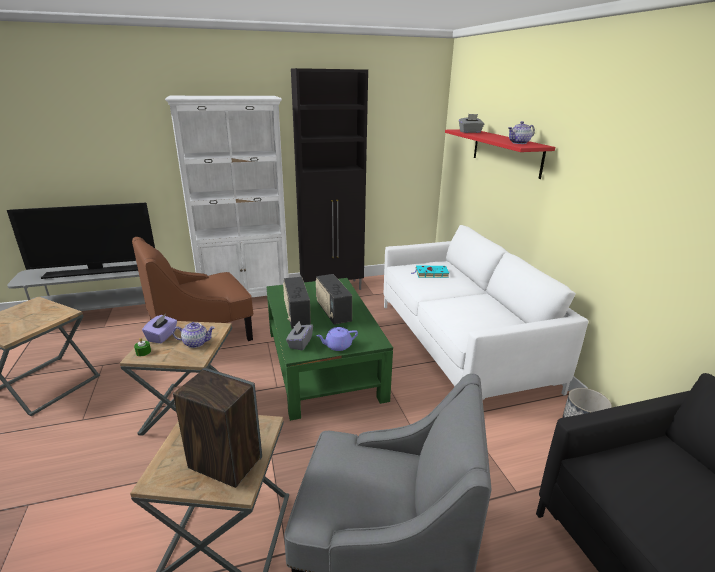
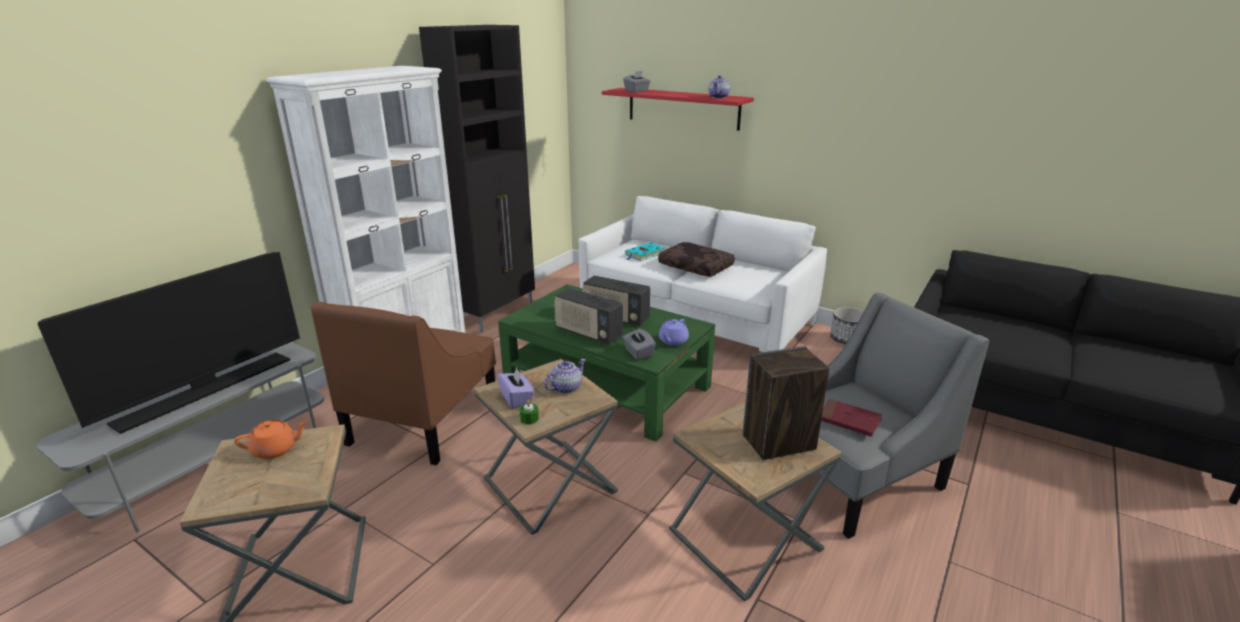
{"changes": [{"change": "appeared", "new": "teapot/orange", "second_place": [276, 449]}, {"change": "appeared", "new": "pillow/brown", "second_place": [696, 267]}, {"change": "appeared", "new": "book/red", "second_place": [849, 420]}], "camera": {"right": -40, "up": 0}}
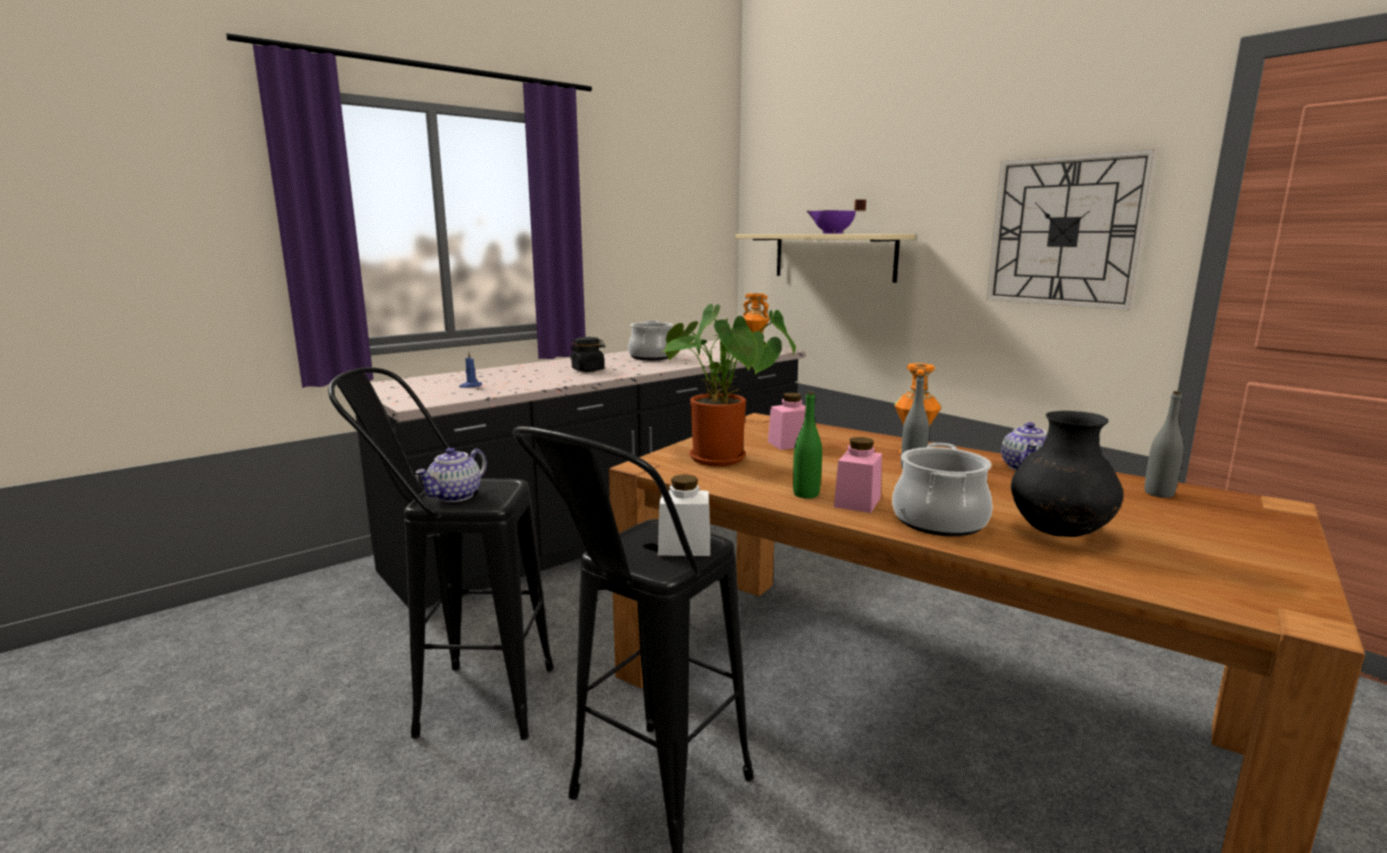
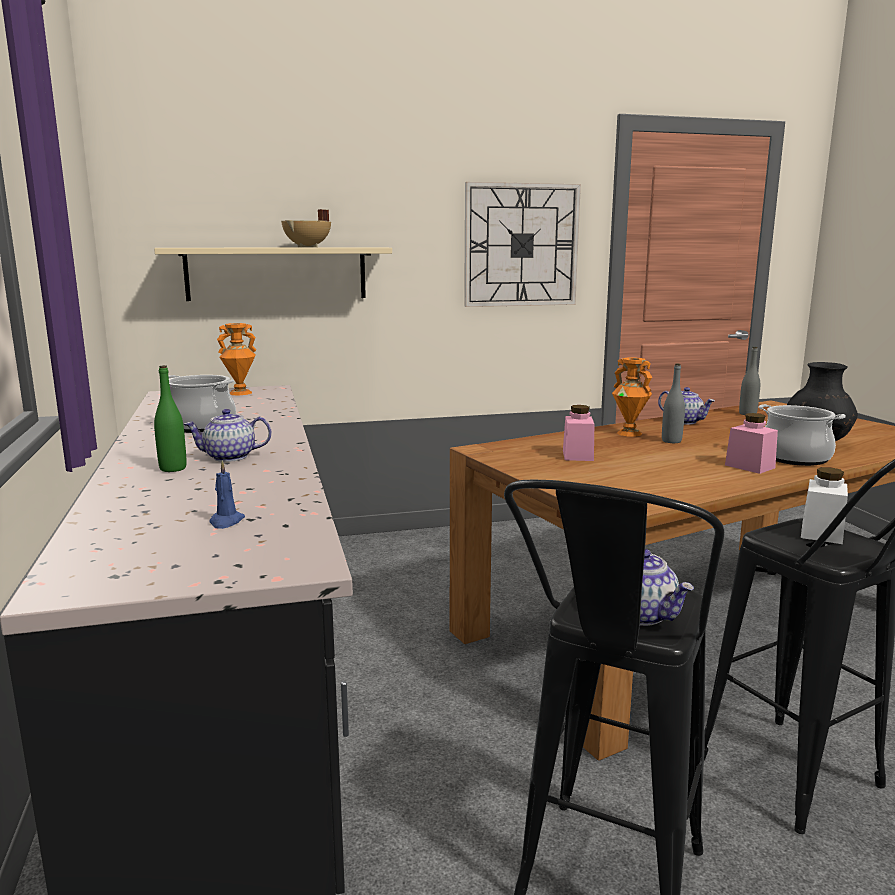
{"changes": [{"change": "missing", "old": "potted plant", "first_place": [724, 460]}, {"change": "relocated", "old": "bottle/green", "first_place": [806, 494], "second_place": [173, 468]}, {"change": "exchanged", "old": "jar/black", "new": "teapot", "first_place": [588, 370], "second_place": [229, 457]}, {"change": "colour", "old": "cooking pot/purple", "new": "cooking pot/beige", "first_place": [833, 233], "second_place": [308, 247]}], "camera": {"right": -65, "up": 0}}
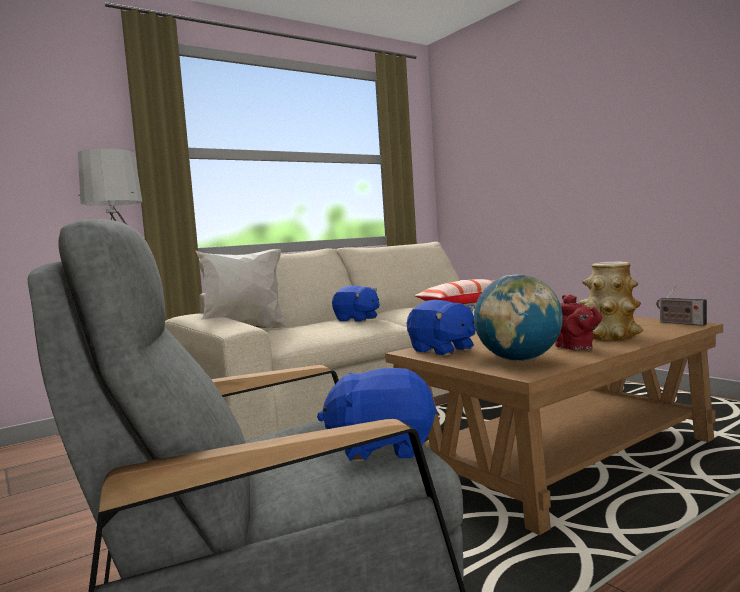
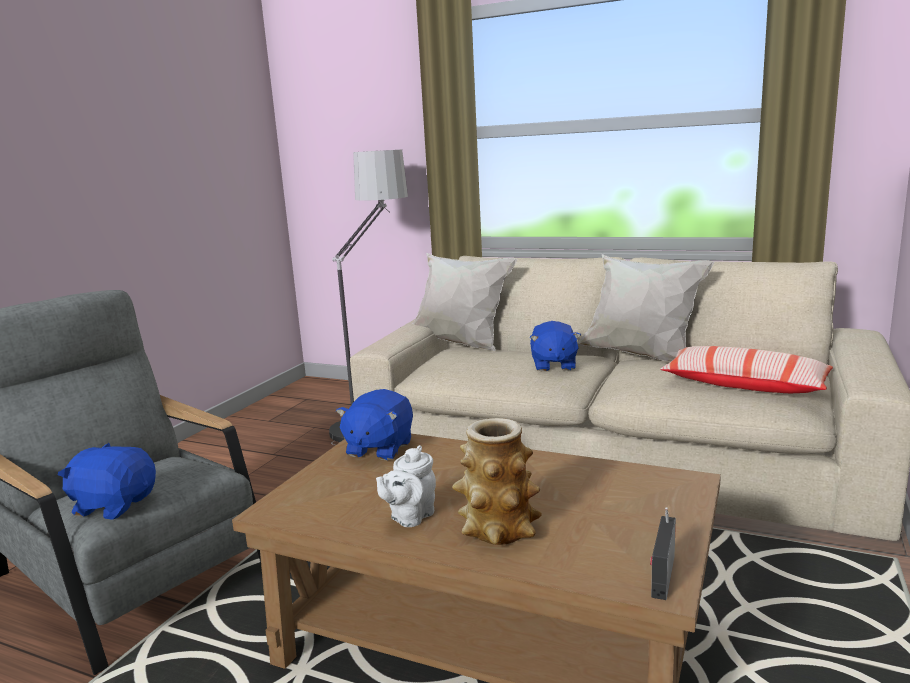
{"changes": [{"change": "missing", "old": "globe", "first_place": [519, 360]}, {"change": "appeared", "new": "pillow/white", "second_place": [641, 356]}, {"change": "colour", "old": "teapot/red", "new": "teapot/white", "first_place": [576, 348], "second_place": [410, 517]}, {"change": "spun", "old": "plush toy/blue", "first_place": [382, 447], "second_place": [114, 505], "degrees": -45}], "camera": {"right": 60, "up": 10}}
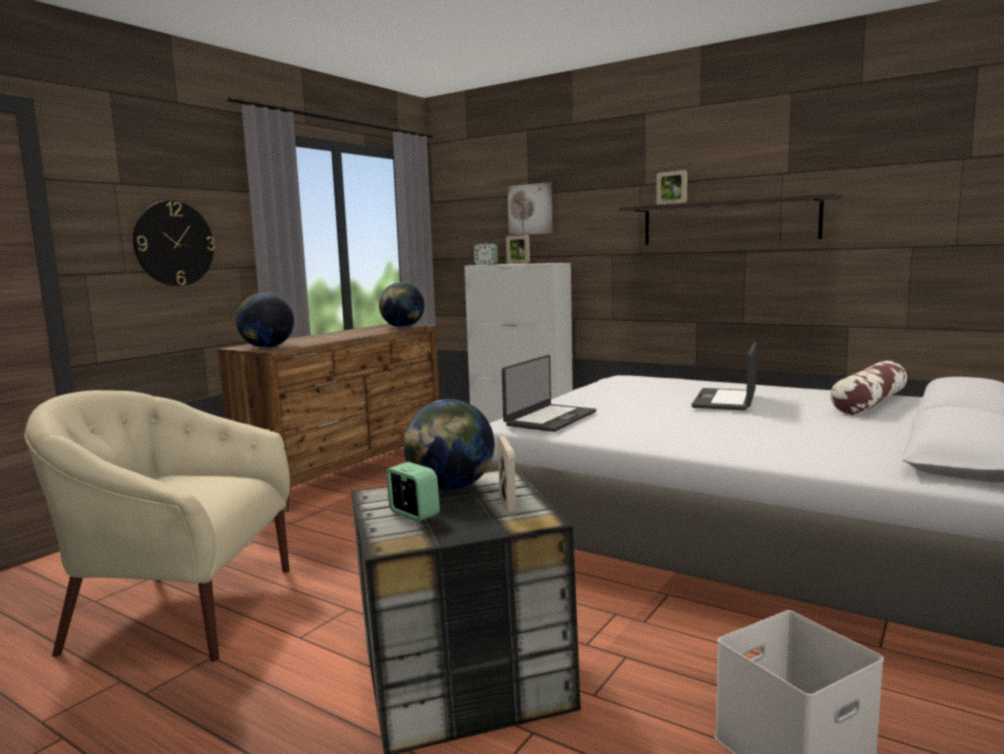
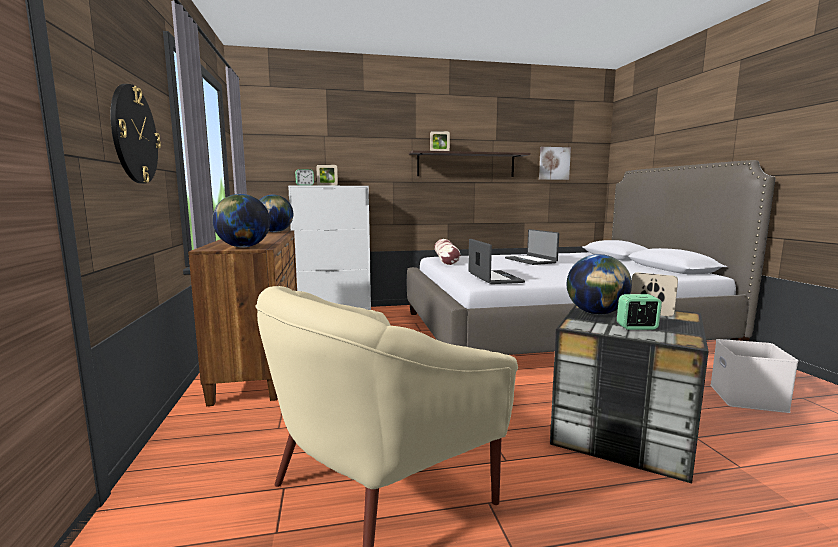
{"changes": [{"change": "relocated", "old": "picture", "first_place": [530, 209], "second_place": [554, 163]}, {"change": "relocated", "old": "pillow", "first_place": [869, 403], "second_place": [446, 260]}], "camera": {"right": -45, "up": 0}}
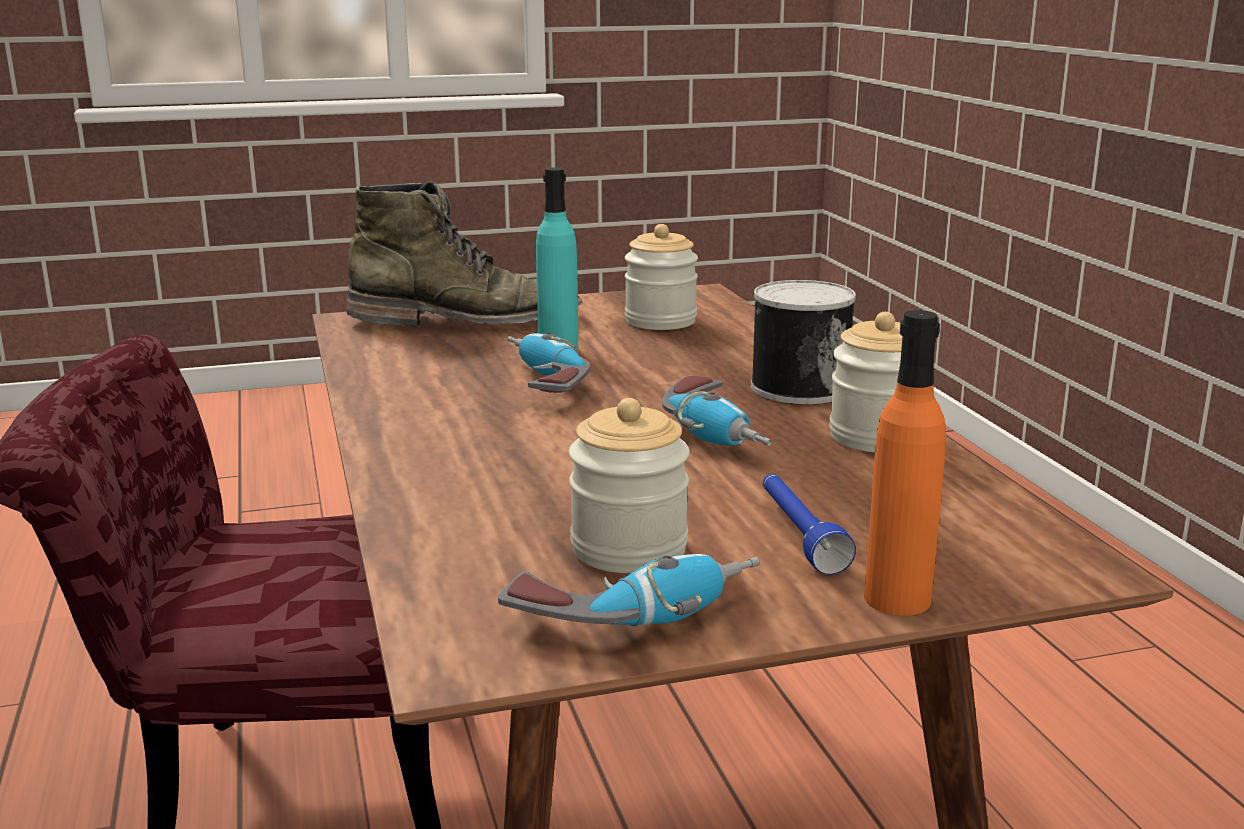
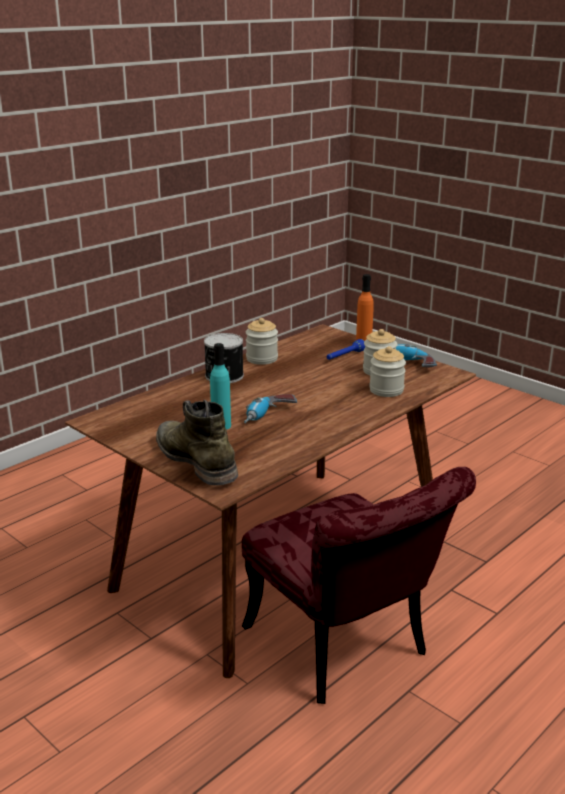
{"changes": [{"change": "missing", "old": "power drill", "first_place": [719, 434]}, {"change": "relocated", "old": "jar", "first_place": [660, 321], "second_place": [386, 390]}], "camera": {"right": -120, "up": 5}}
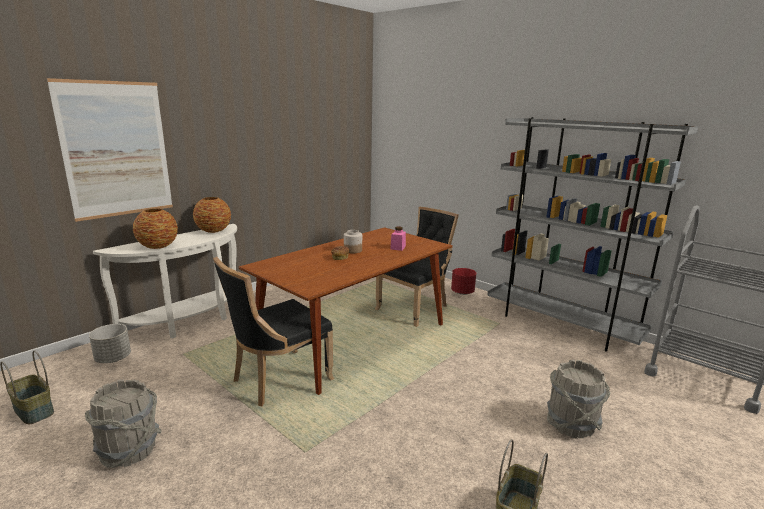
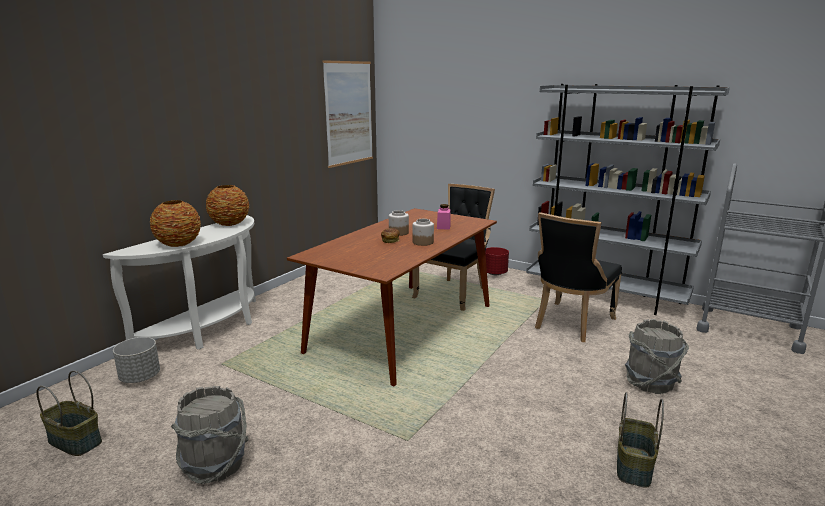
{"changes": [{"change": "appeared", "new": "jar", "second_place": [422, 242]}, {"change": "relocated", "old": "picture", "first_place": [116, 150], "second_place": [349, 113]}, {"change": "relocated", "old": "chair/black", "first_place": [278, 380], "second_place": [571, 324]}], "camera": {"right": -10, "up": 0}}
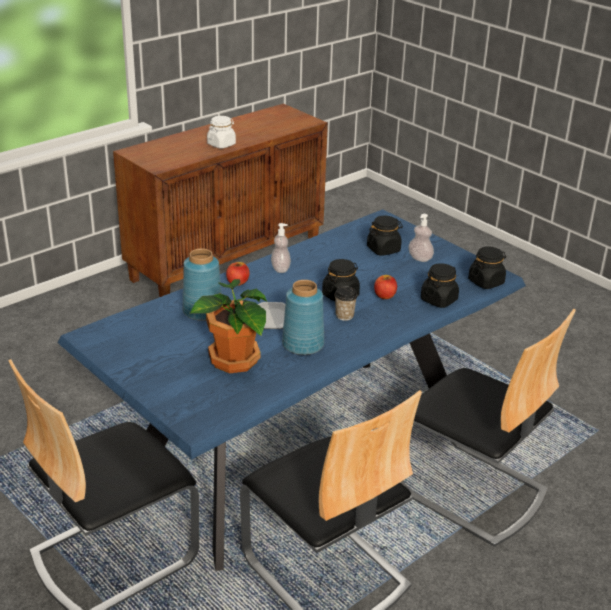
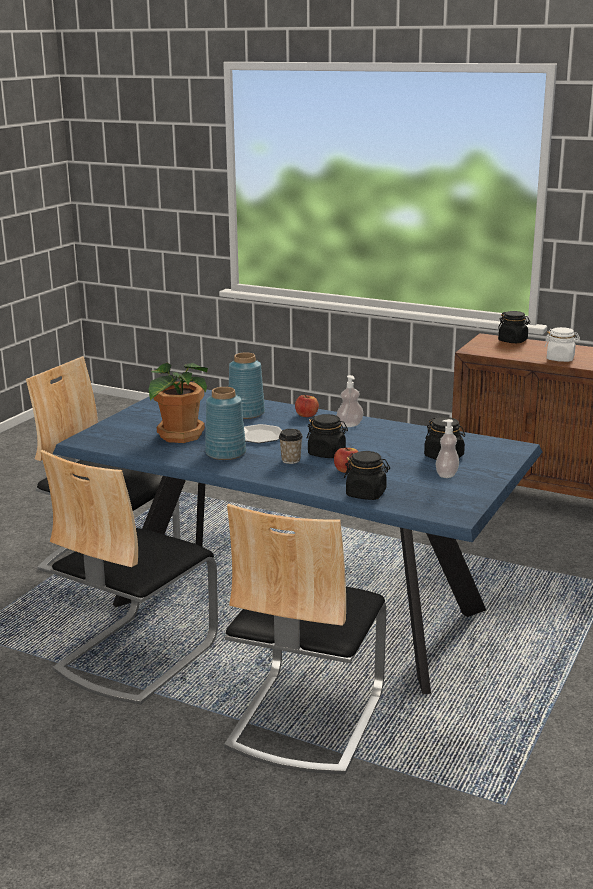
{"changes": [{"change": "relocated", "old": "jar/black", "first_place": [486, 282], "second_place": [513, 341]}], "camera": {"right": 70, "up": -10}}
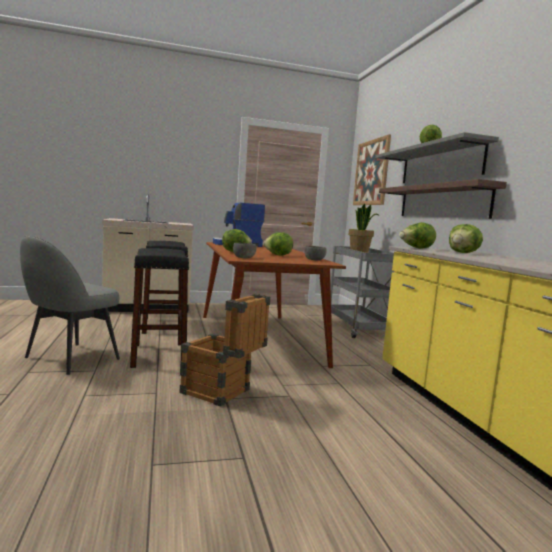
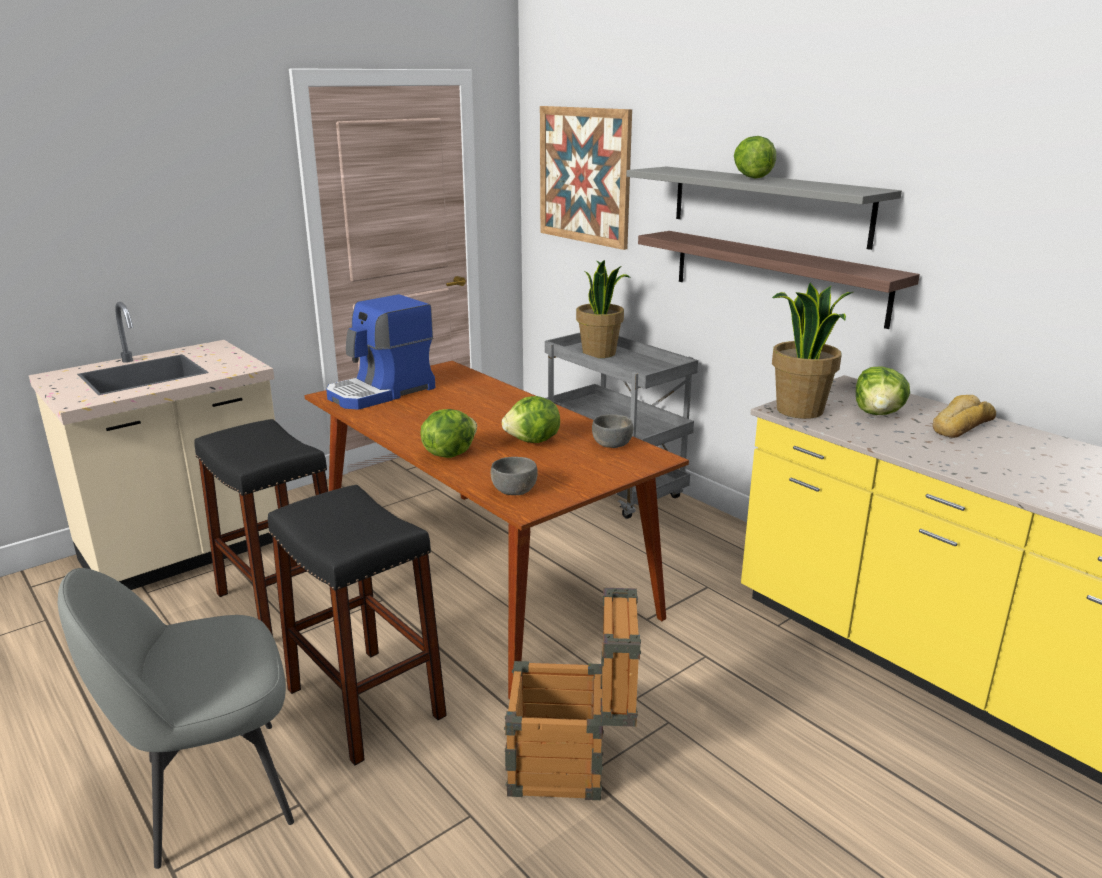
{"changes": [{"change": "appeared", "new": "bread", "second_place": [959, 425]}, {"change": "exchanged", "old": "lettuce", "new": "potted plant", "first_place": [416, 248], "second_place": [800, 411]}, {"change": "spun", "old": "chair/grey", "first_place": [70, 359], "second_place": [212, 791], "degrees": 60}], "camera": {"right": -25, "up": 15}}
